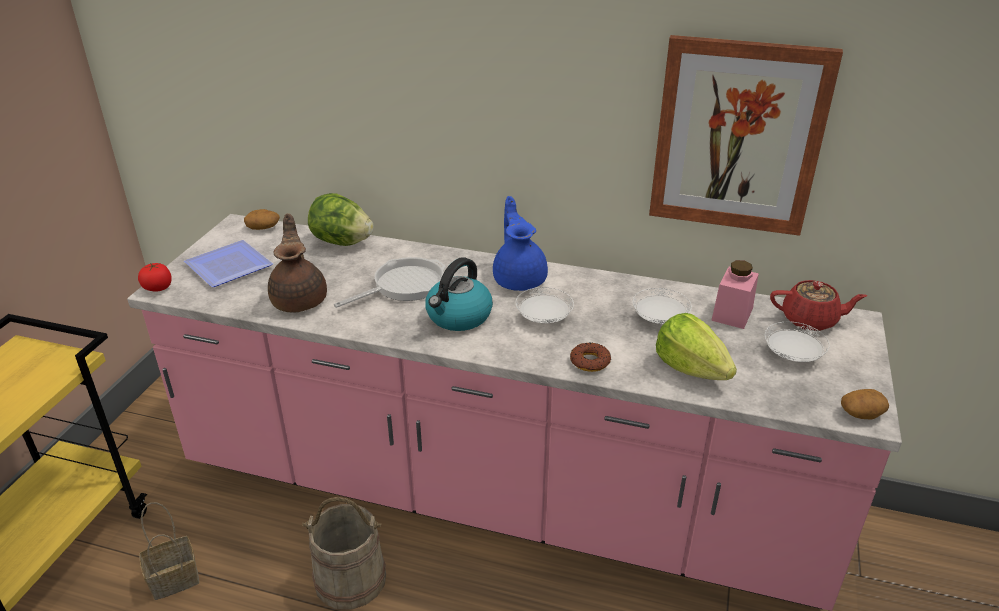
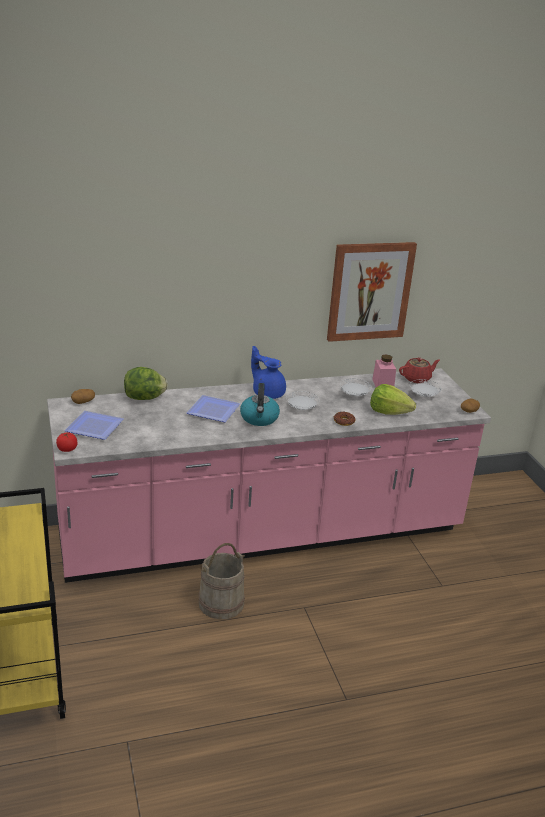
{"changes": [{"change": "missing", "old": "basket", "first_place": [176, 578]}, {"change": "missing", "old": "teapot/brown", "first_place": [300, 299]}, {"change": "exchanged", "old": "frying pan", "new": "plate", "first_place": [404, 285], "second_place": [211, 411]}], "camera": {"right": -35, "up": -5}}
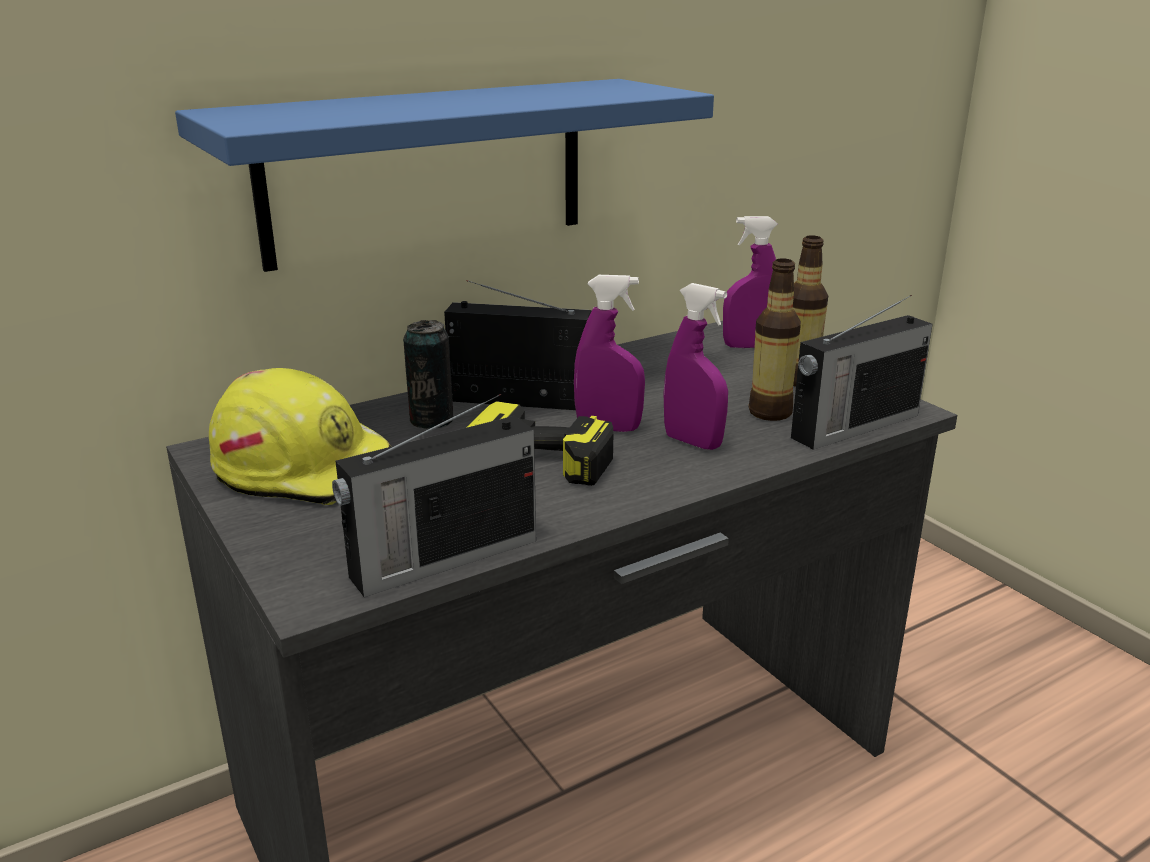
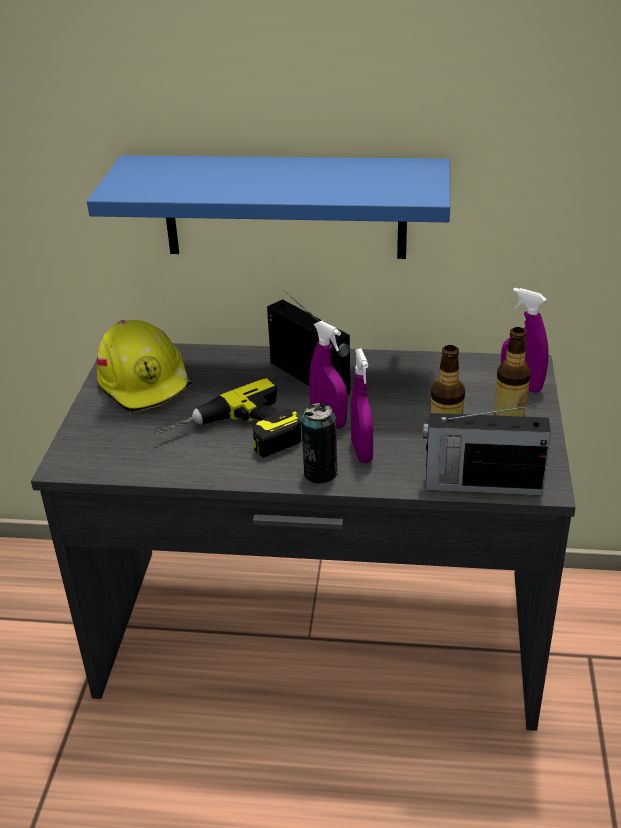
{"changes": [{"change": "missing", "old": "radio", "first_place": [441, 559]}, {"change": "relocated", "old": "can", "first_place": [431, 420], "second_place": [320, 473]}], "camera": {"right": 40, "up": 10}}
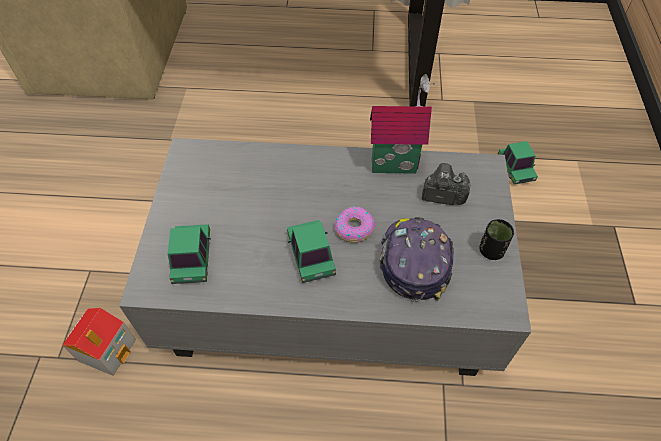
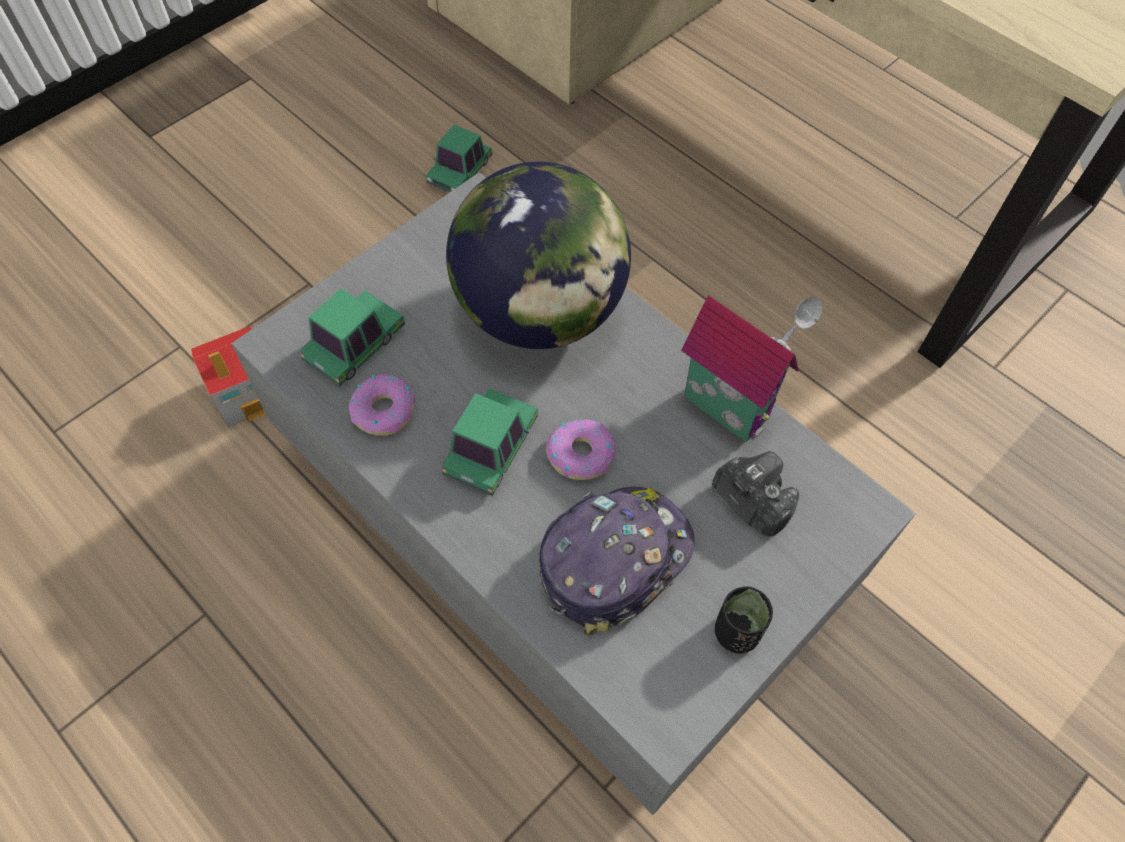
{"changes": [{"change": "appeared", "new": "donut", "second_place": [384, 410]}, {"change": "appeared", "new": "globe", "second_place": [540, 313]}, {"change": "relocated", "old": "toy car", "first_place": [515, 168], "second_place": [460, 172]}], "camera": {"right": 40, "up": 5}}
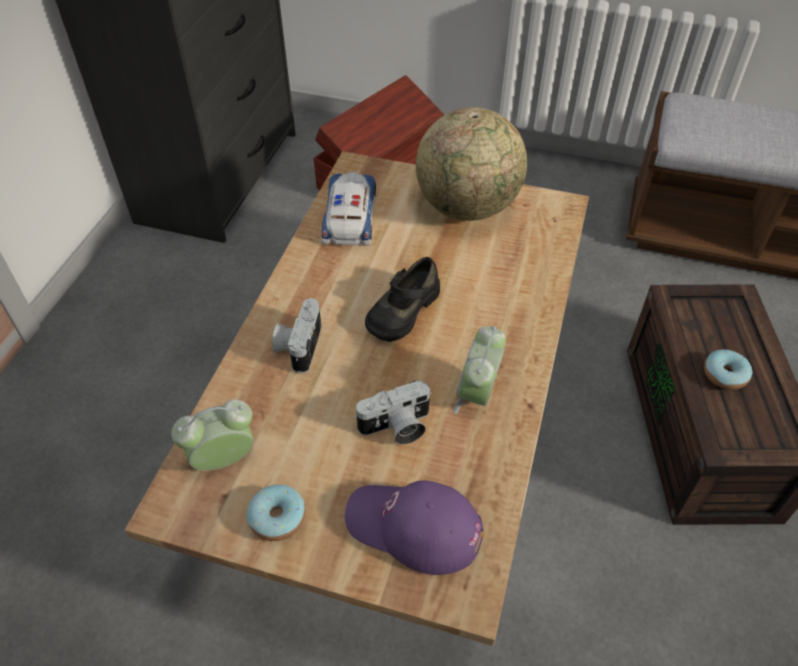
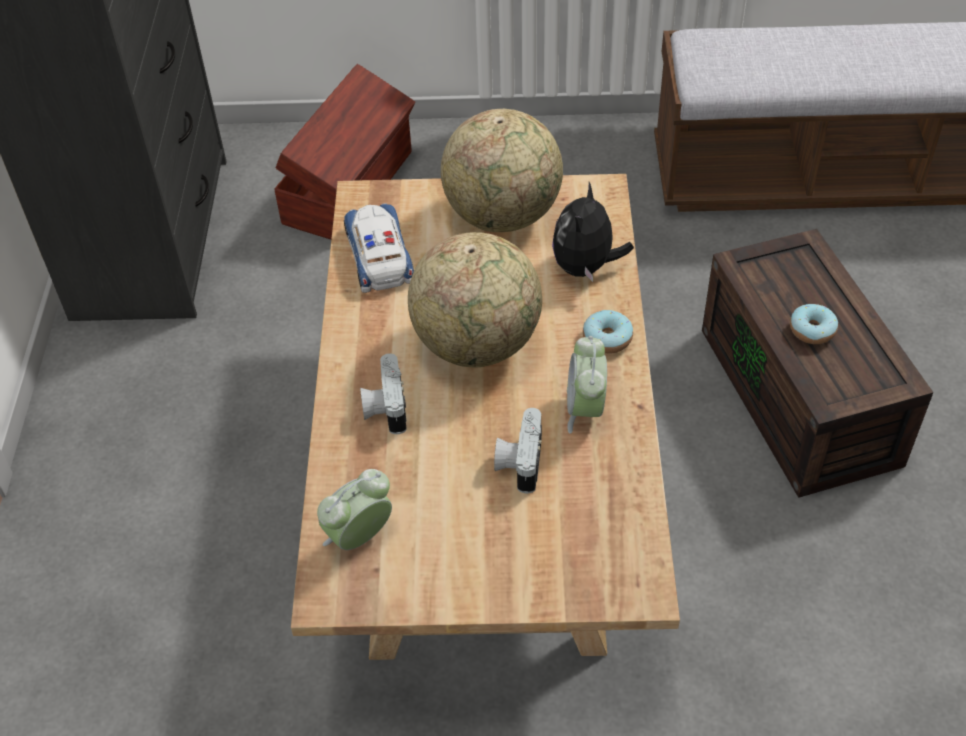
{"changes": [{"change": "missing", "old": "cap/purple", "first_place": [413, 527]}, {"change": "appeared", "new": "plush toy", "second_place": [586, 267]}, {"change": "relocated", "old": "donut", "first_place": [277, 518], "second_place": [607, 338]}, {"change": "exchanged", "old": "shoe/black", "new": "globe", "first_place": [402, 310], "second_place": [478, 344]}, {"change": "spun", "old": "photo camera", "first_place": [397, 427], "second_place": [519, 461], "degrees": 135}], "camera": {"right": -15, "up": 0}}
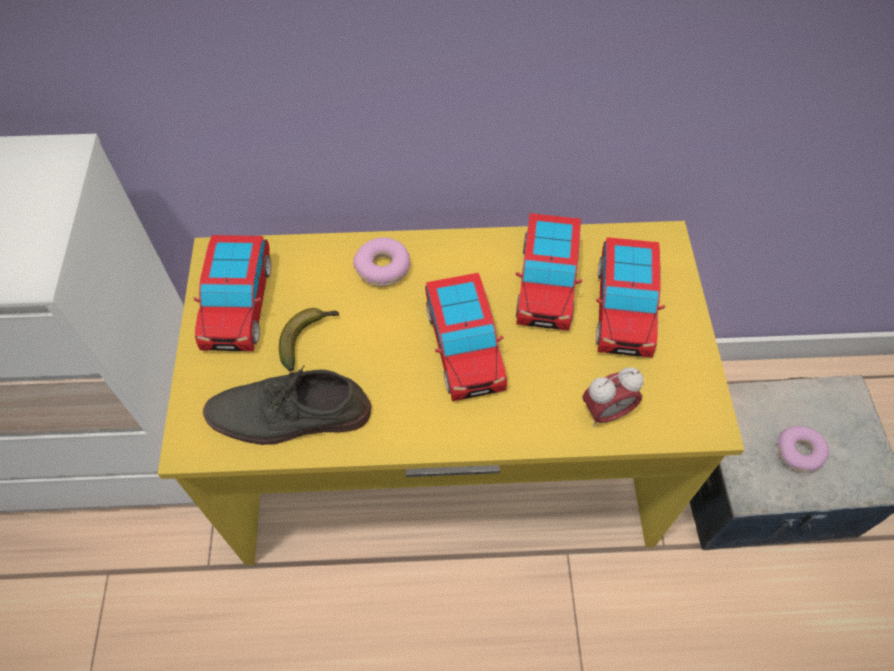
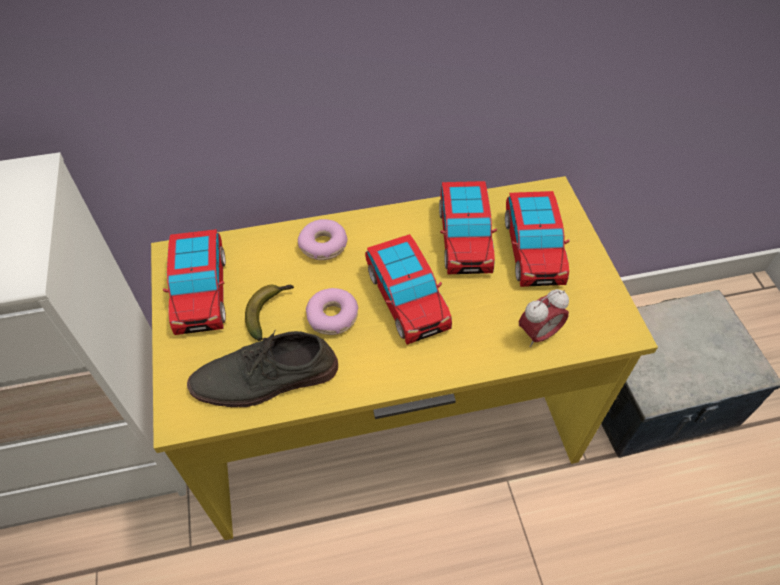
{"changes": [{"change": "relocated", "old": "donut", "first_place": [799, 452], "second_place": [333, 317]}], "camera": {"right": -10, "up": -5}}
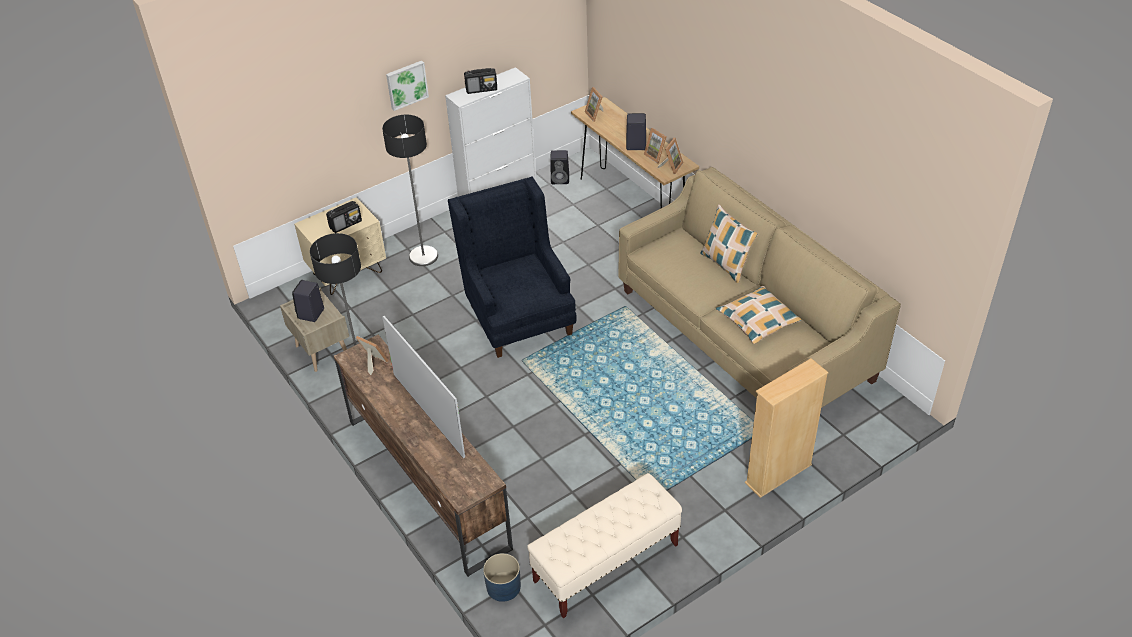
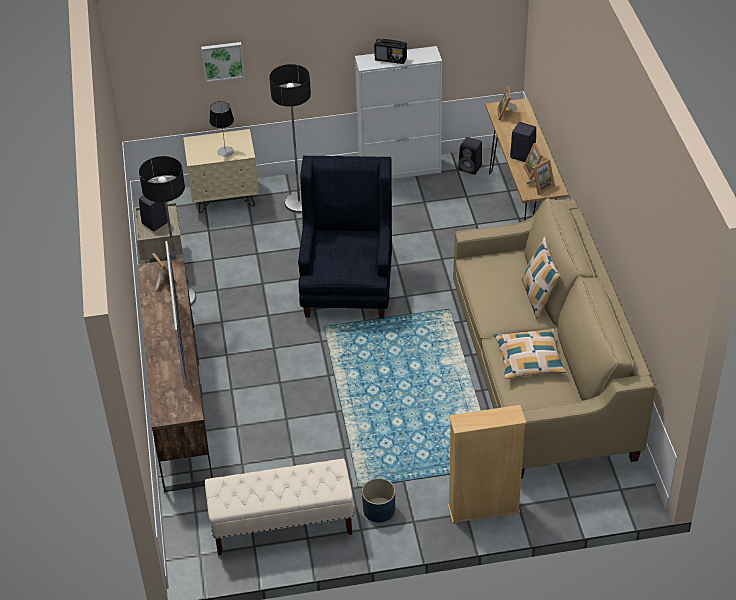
{"changes": [{"change": "relocated", "old": "picture", "first_place": [406, 84], "second_place": [222, 60]}, {"change": "relocated", "old": "planter/blue", "first_place": [503, 586], "second_place": [379, 509]}, {"change": "exchanged", "old": "radio", "new": "table lamp", "first_place": [346, 224], "second_place": [225, 151]}], "camera": {"right": 25, "up": 0}}
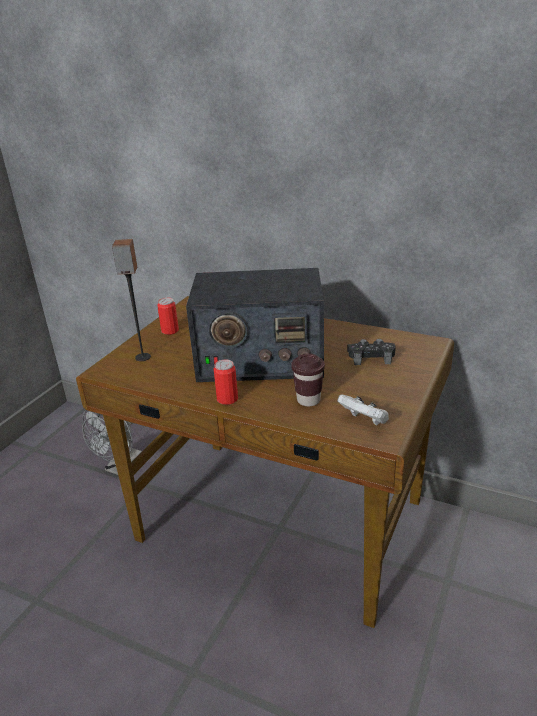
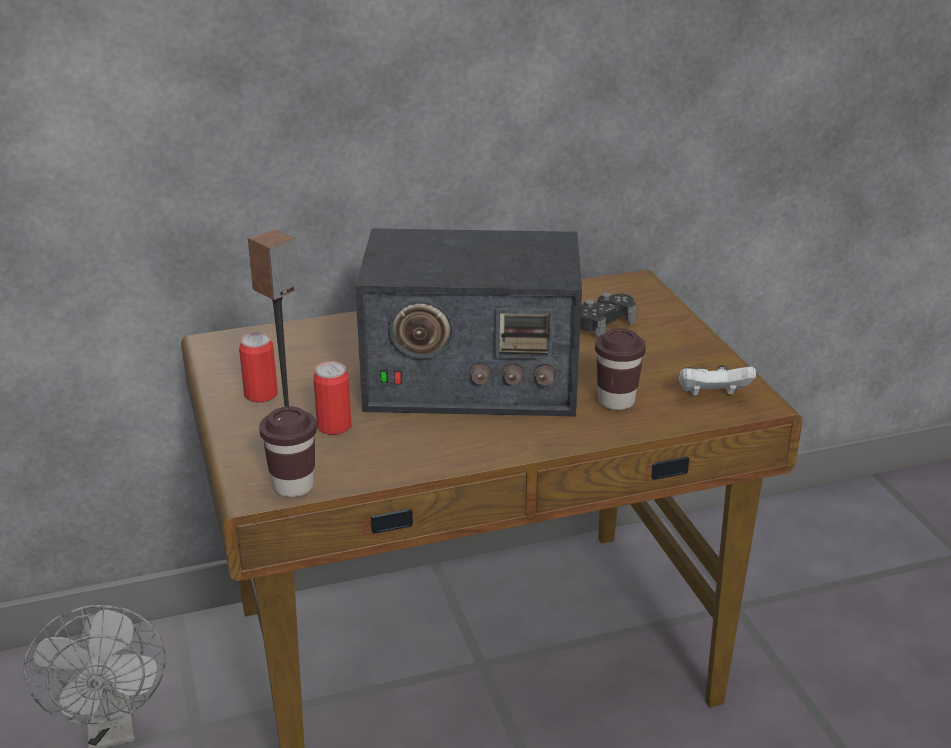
{"changes": [{"change": "appeared", "new": "cup/brown", "second_place": [293, 486]}, {"change": "relocated", "old": "can", "first_place": [227, 399], "second_place": [334, 426]}, {"change": "spun", "old": "radio", "first_place": [259, 359], "second_place": [469, 379], "degrees": 45}], "camera": {"right": -45, "up": 0}}
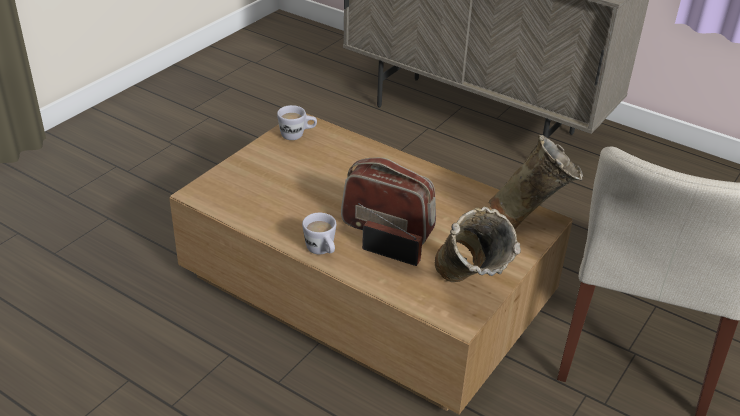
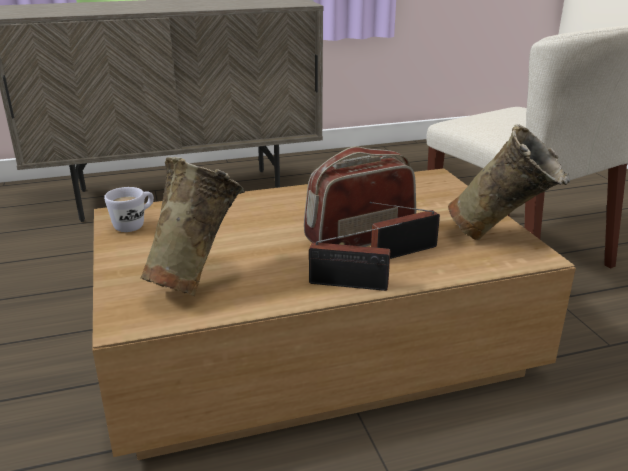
{"changes": [{"change": "relocated", "old": "vase/beige", "first_place": [530, 221], "second_place": [197, 281]}, {"change": "exchanged", "old": "mug/white", "new": "radio", "first_place": [322, 251], "second_place": [353, 284]}], "camera": {"right": -50, "up": -10}}
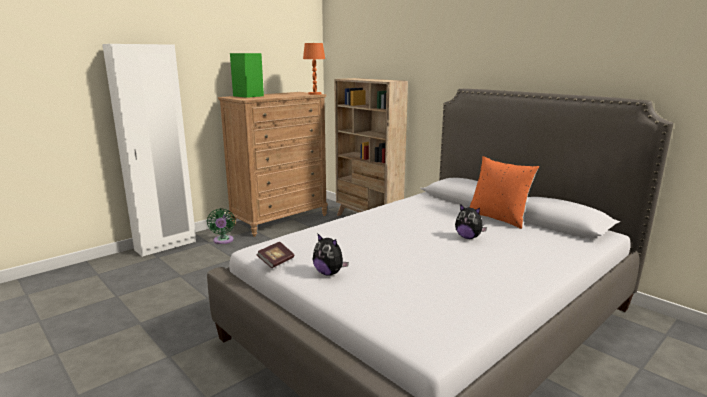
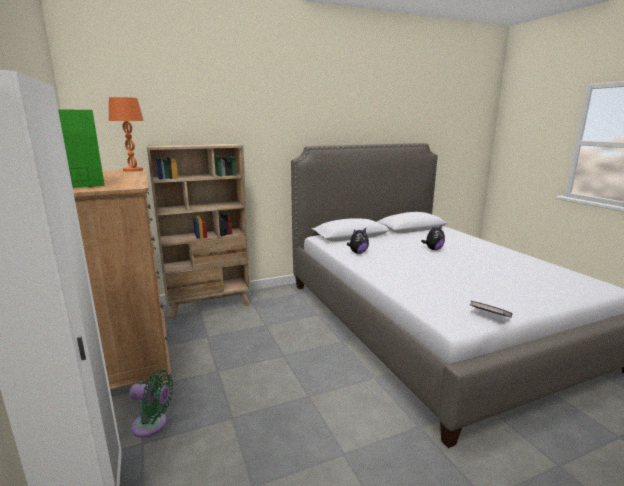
{"changes": [{"change": "missing", "old": "pillow/orange", "first_place": [498, 218]}, {"change": "relocated", "old": "plush toy", "first_place": [329, 273], "second_place": [358, 252]}], "camera": {"right": -70, "up": 0}}
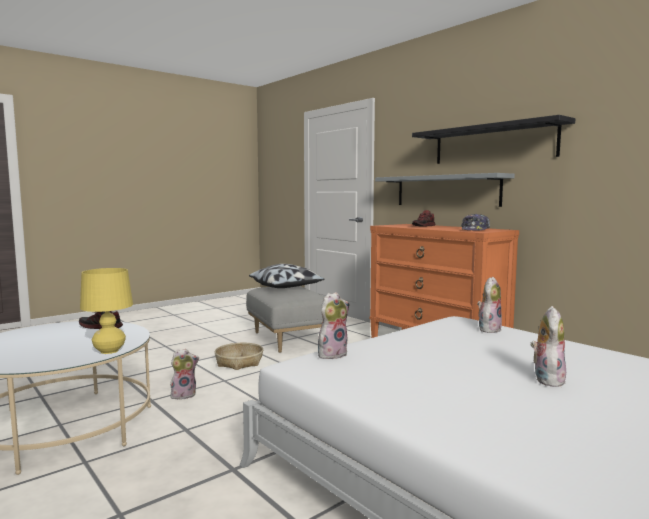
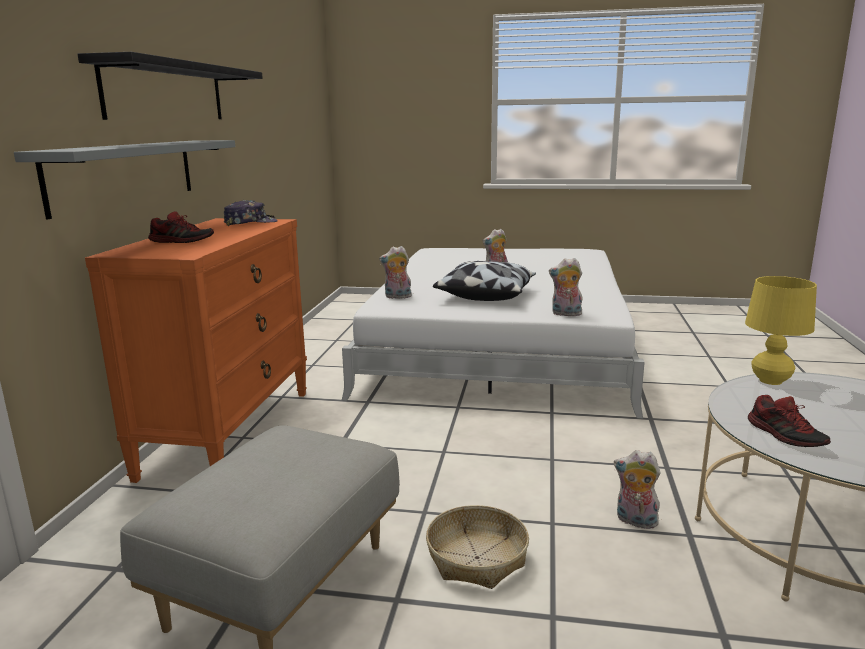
{"changes": [{"change": "relocated", "old": "pillow", "first_place": [286, 288], "second_place": [486, 295]}], "camera": {"right": -130, "up": 10}}
